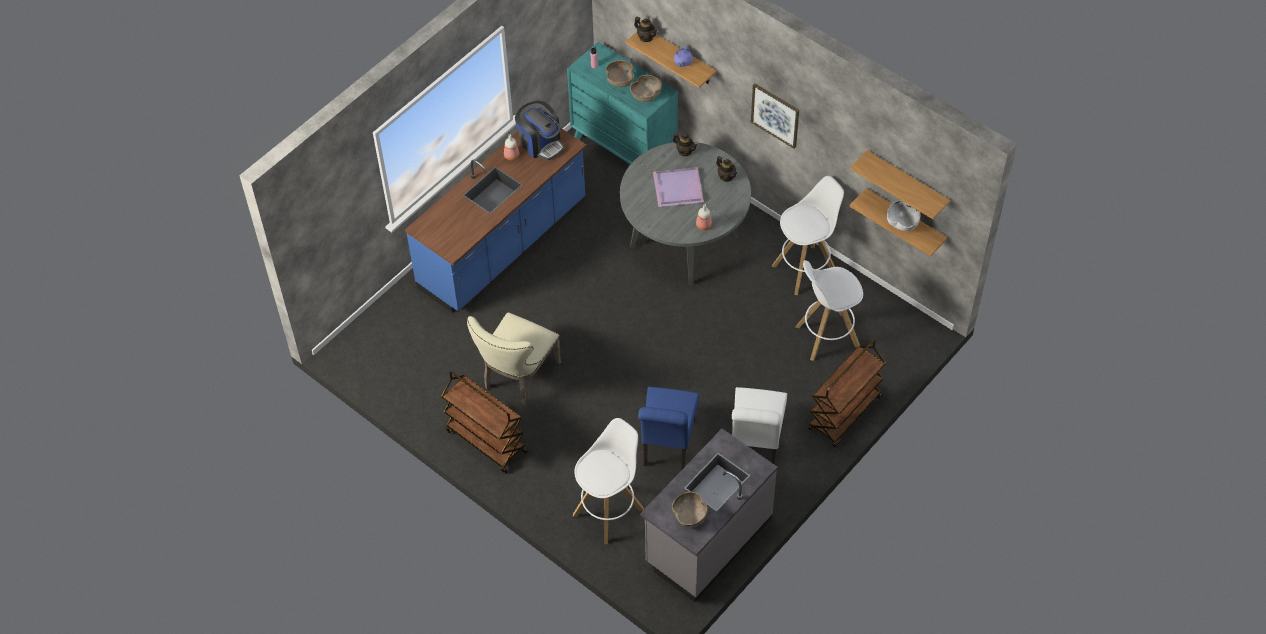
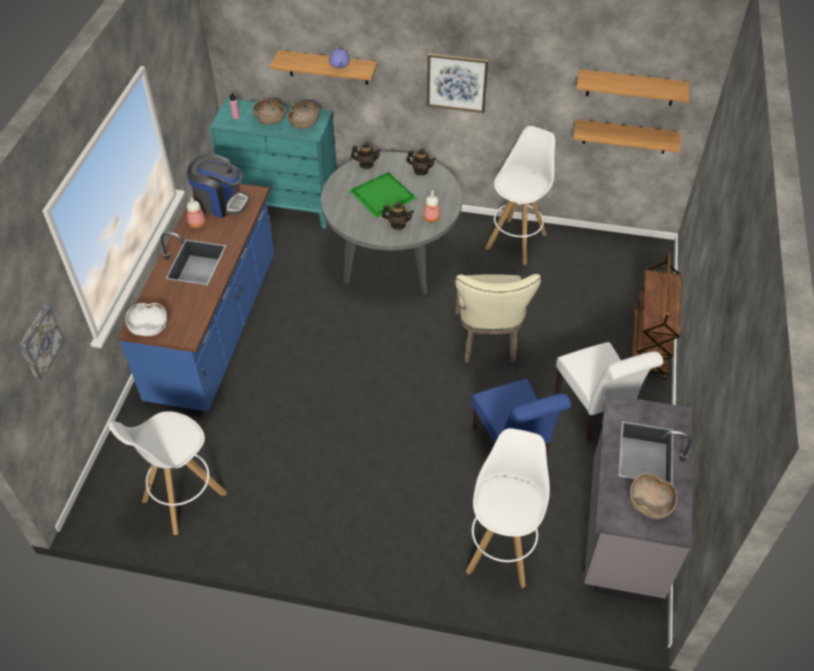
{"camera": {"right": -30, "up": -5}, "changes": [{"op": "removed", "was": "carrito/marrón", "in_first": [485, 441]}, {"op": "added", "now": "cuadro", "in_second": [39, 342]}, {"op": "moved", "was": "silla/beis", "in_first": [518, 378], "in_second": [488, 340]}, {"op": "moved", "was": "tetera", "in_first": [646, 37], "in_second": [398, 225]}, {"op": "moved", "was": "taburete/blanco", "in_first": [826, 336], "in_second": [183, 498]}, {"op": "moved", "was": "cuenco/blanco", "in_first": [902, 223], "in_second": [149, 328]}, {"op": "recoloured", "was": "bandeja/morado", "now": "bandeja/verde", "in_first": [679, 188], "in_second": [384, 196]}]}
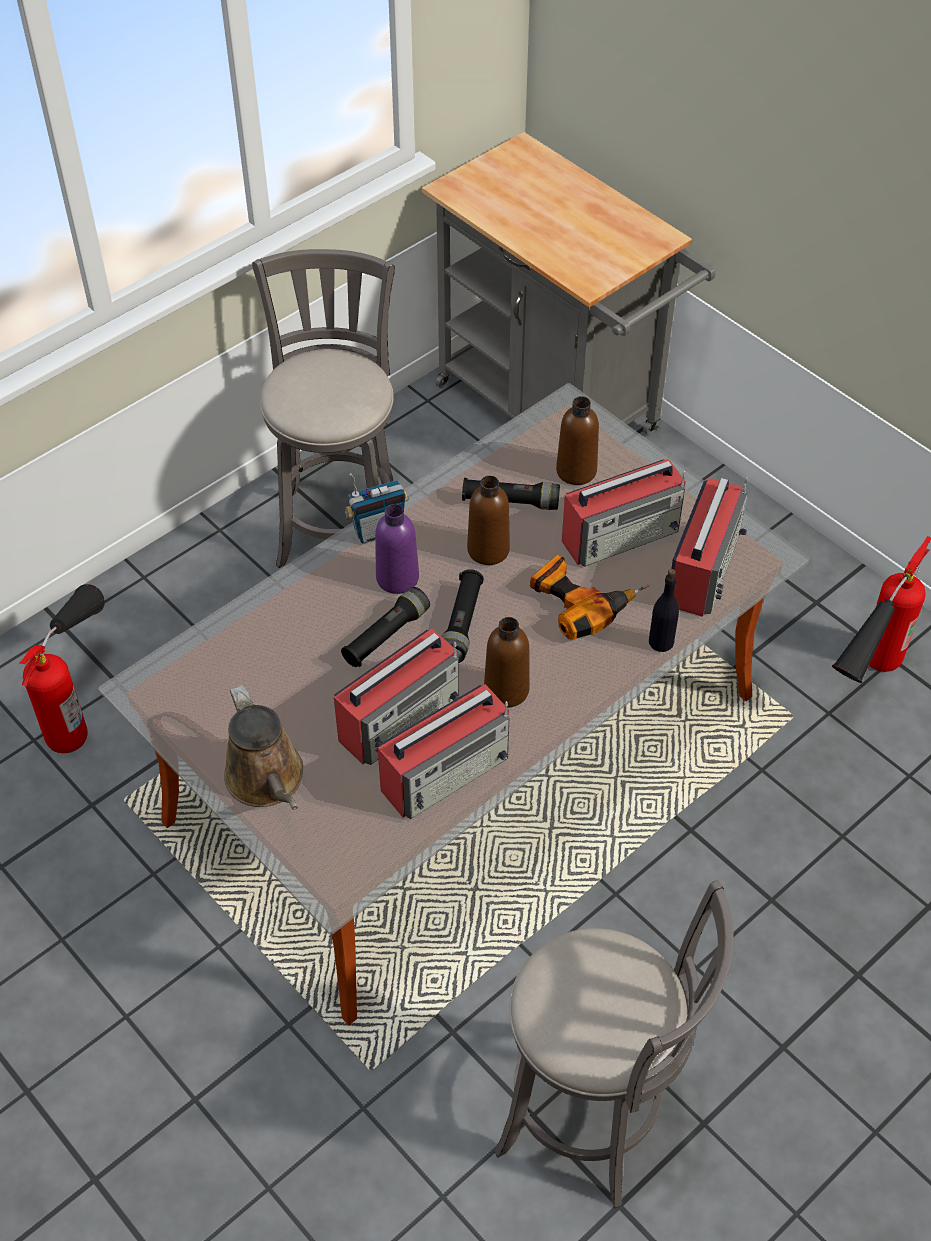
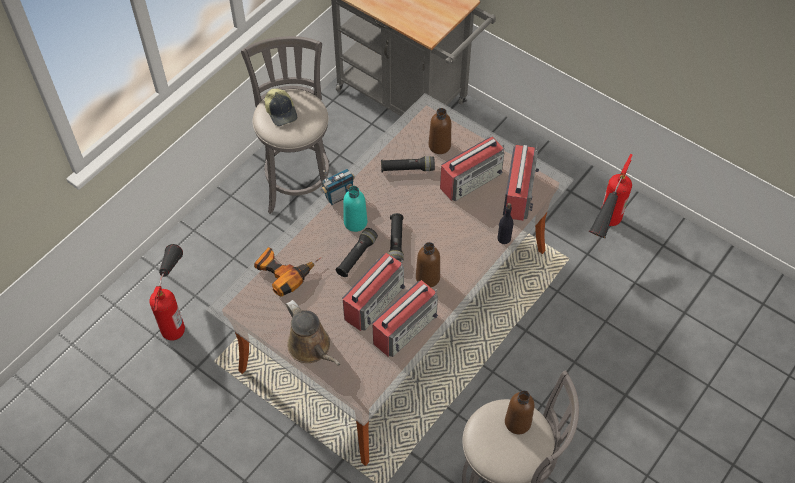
{"camera": {"right": -10, "up": 5}, "changes": [{"op": "added", "now": "gorra", "in_second": [281, 112]}, {"op": "moved", "was": "botella/marrón", "in_first": [488, 550], "in_second": [517, 422]}, {"op": "moved", "was": "taladro", "in_first": [581, 600], "in_second": [284, 271]}, {"op": "recoloured", "was": "botella/morado", "now": "botella/turquesa", "in_first": [397, 578], "in_second": [355, 222]}]}
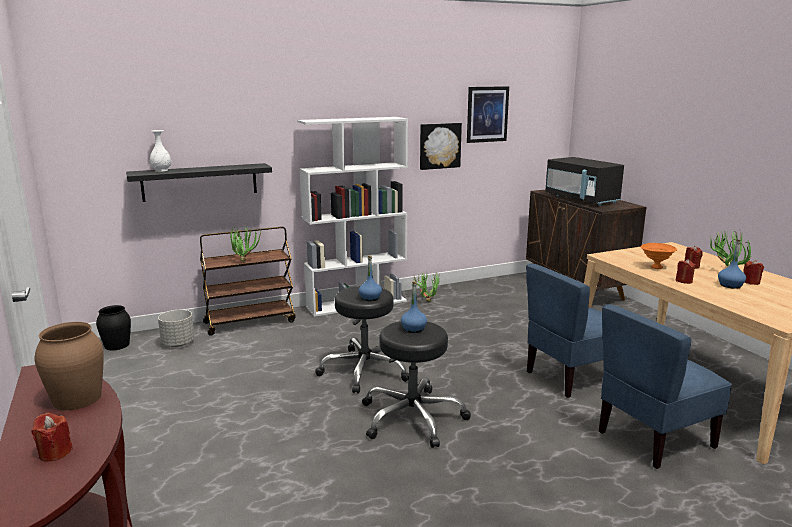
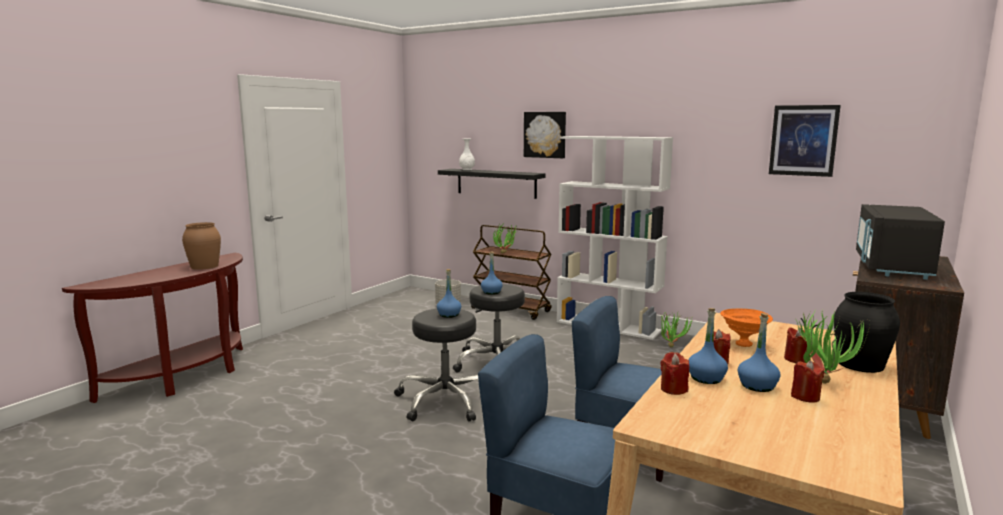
{"camera": {"right": 55, "up": -5}, "changes": [{"op": "added", "now": "botella/azul", "in_second": [706, 378]}, {"op": "moved", "was": "vela/rojo", "in_first": [55, 453], "in_second": [673, 389]}, {"op": "moved", "was": "florero/negro", "in_first": [117, 345], "in_second": [860, 364]}, {"op": "moved", "was": "cuadro", "in_first": [439, 145], "in_second": [545, 134]}]}
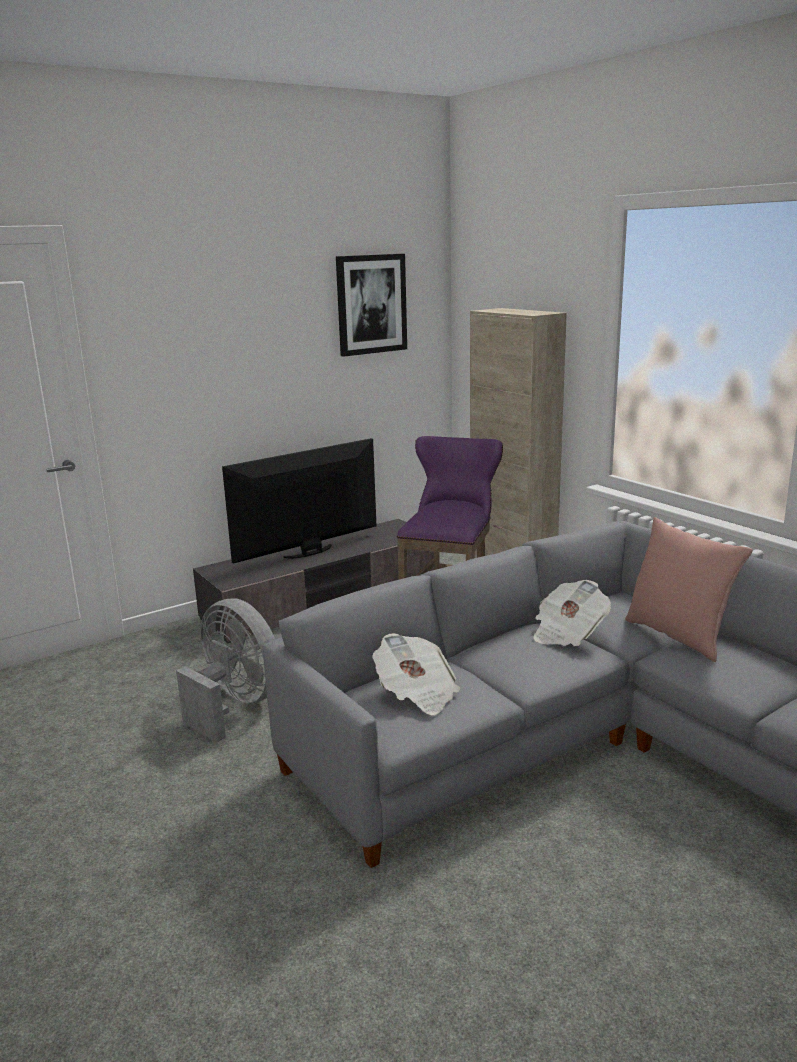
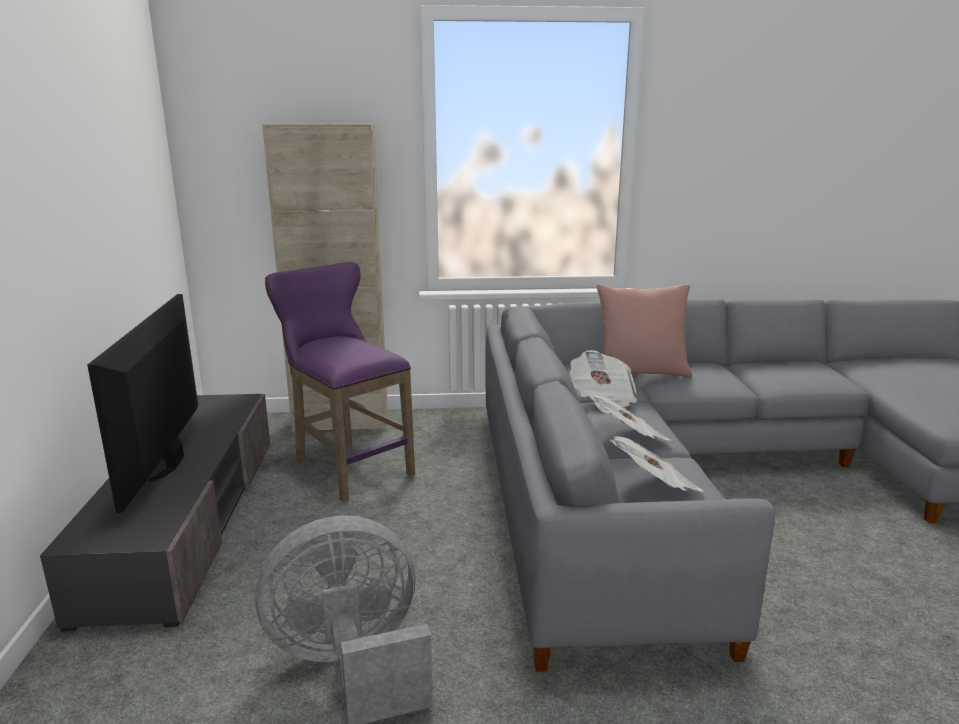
{"camera": {"right": -60, "up": 0}, "changes": [{"op": "removed", "was": "cuadro", "in_first": [371, 304]}, {"op": "added", "now": "periódico", "in_second": [628, 437]}]}
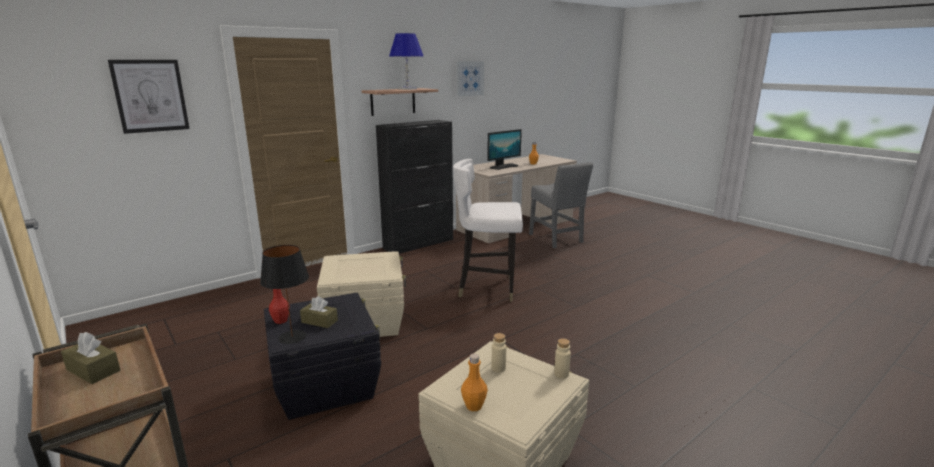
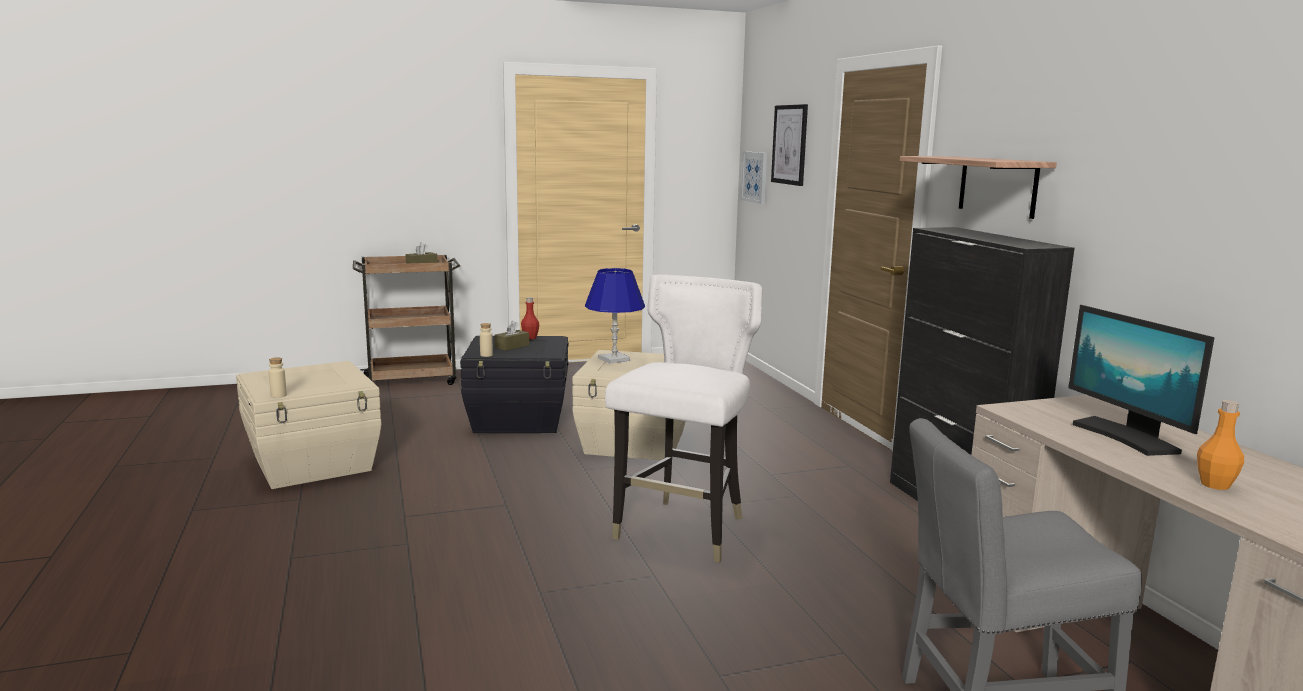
{"camera": {"right": 110, "up": -5}, "changes": [{"op": "removed", "was": "lámpara de mesa/negro", "in_first": [291, 337]}, {"op": "removed", "was": "botella/naranja", "in_first": [474, 406]}, {"op": "moved", "was": "lámpara de mesa/azul", "in_first": [407, 89], "in_second": [614, 359]}, {"op": "moved", "was": "cuadro", "in_first": [469, 78], "in_second": [755, 177]}, {"op": "moved", "was": "botella/beis", "in_first": [498, 368], "in_second": [486, 355]}]}
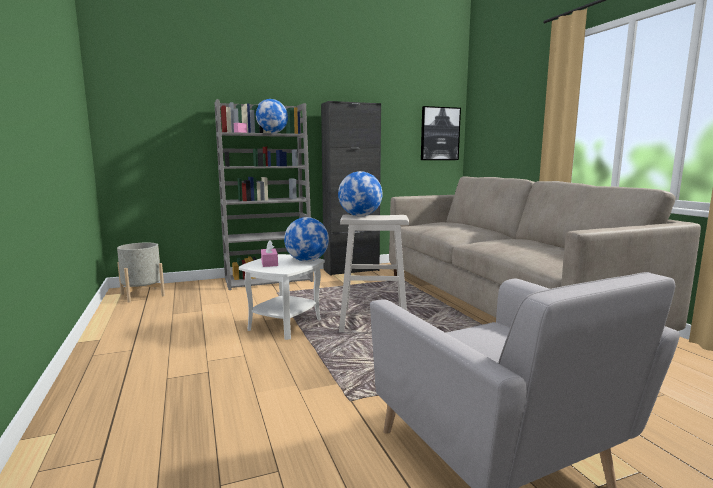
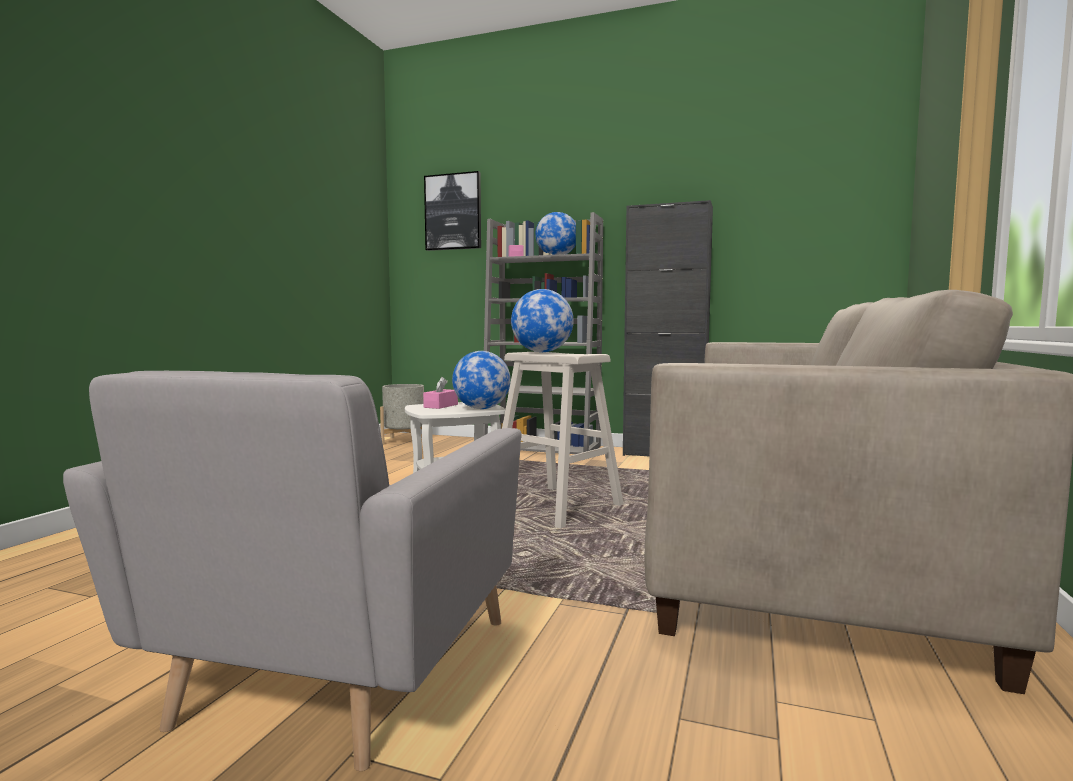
{"camera": {"right": 40, "up": -5}, "changes": [{"op": "moved", "was": "cuadro", "in_first": [439, 134], "in_second": [453, 212]}]}
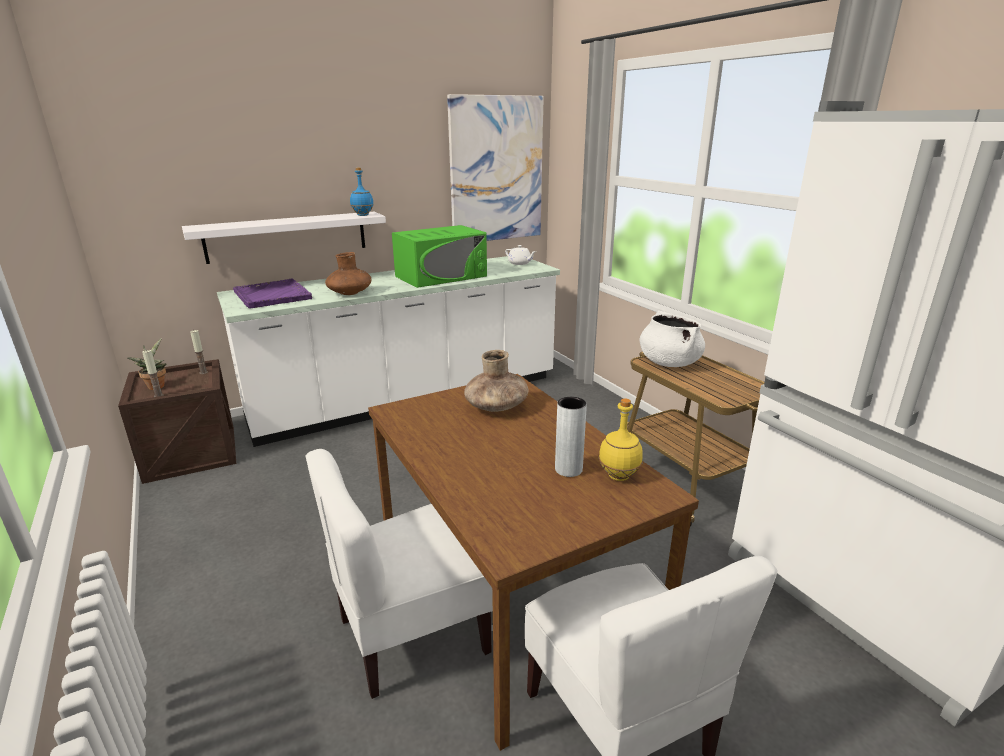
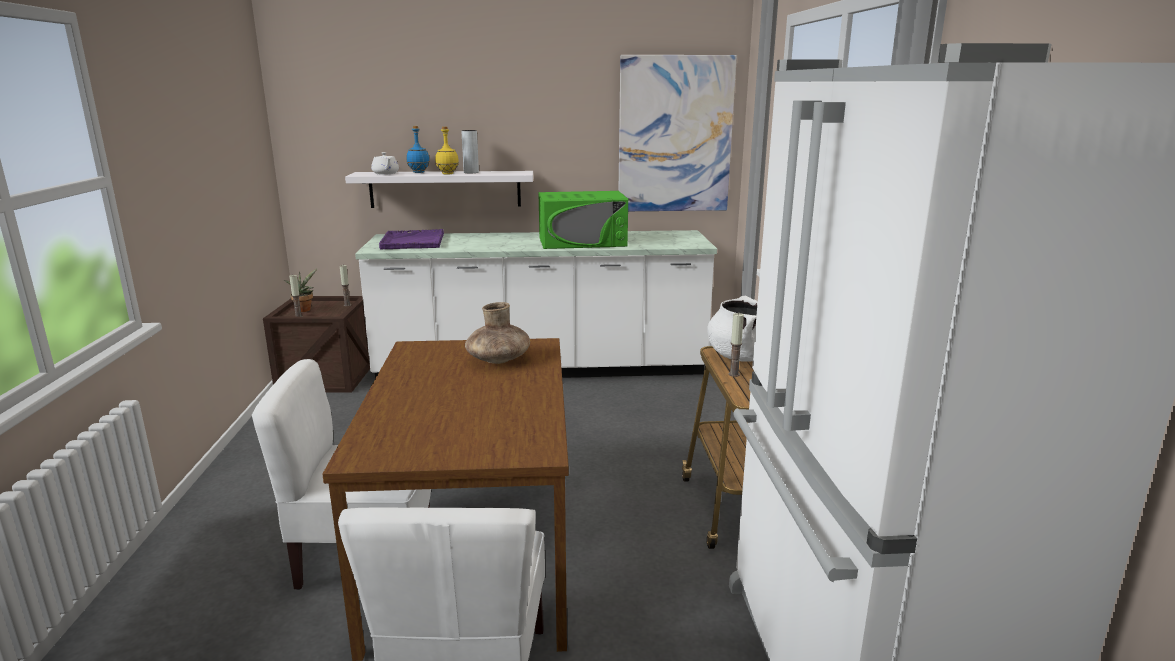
{"camera": {"right": 25, "up": -5}, "changes": [{"op": "removed", "was": "florero/marrón", "in_first": [350, 293]}, {"op": "added", "now": "vela", "in_second": [734, 374]}, {"op": "moved", "was": "botella/azul", "in_first": [363, 215], "in_second": [419, 172]}, {"op": "moved", "was": "tetera/blanco", "in_first": [520, 263], "in_second": [385, 173]}, {"op": "moved", "was": "florero/gris", "in_first": [568, 469], "in_second": [471, 172]}, {"op": "moved", "was": "botella/amarillo", "in_first": [619, 476], "in_second": [447, 174]}]}
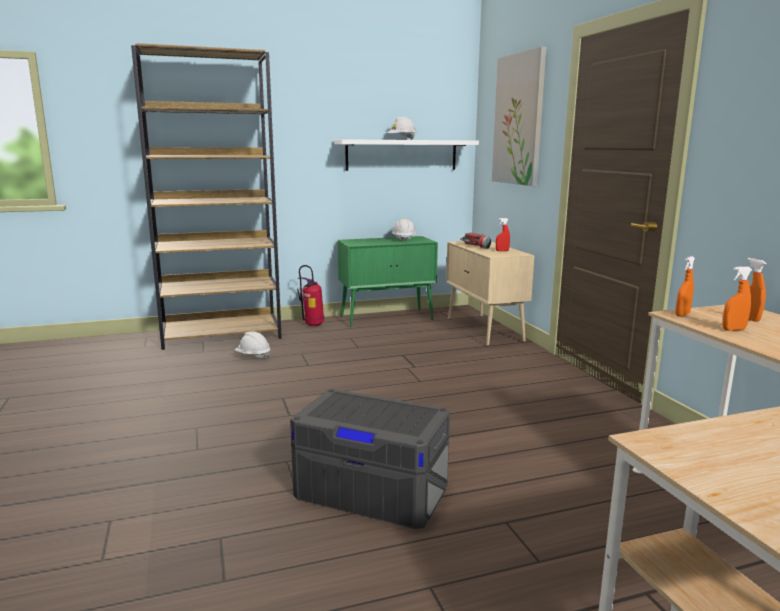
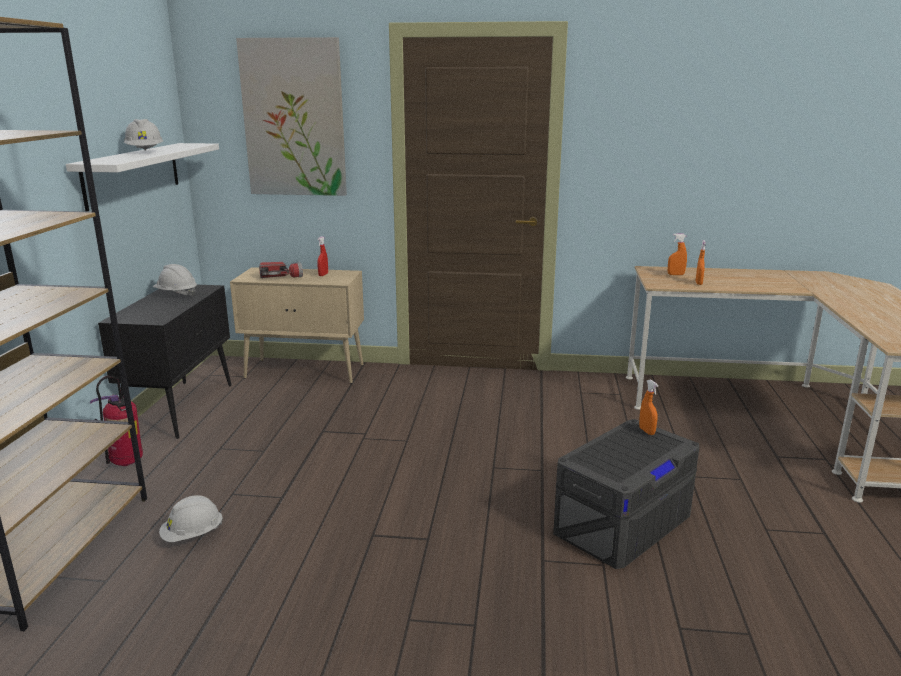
{"camera": {"right": -65, "up": 5}, "changes": [{"op": "moved", "was": "pulverizador/naranja", "in_first": [682, 315], "in_second": [647, 431]}, {"op": "recoloured", "was": "armario/verde", "now": "armario/negro", "in_first": [387, 318], "in_second": [181, 408]}]}
